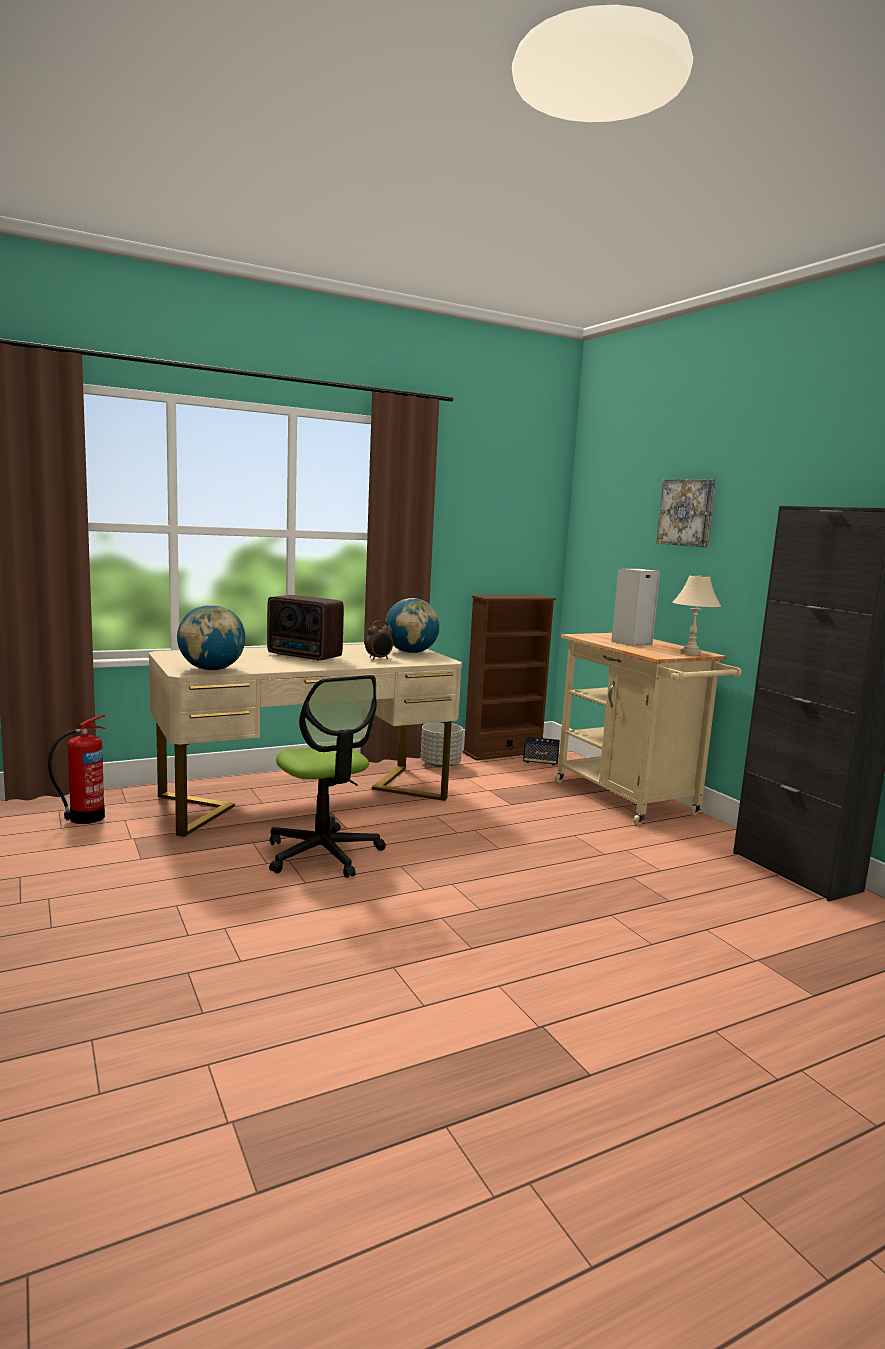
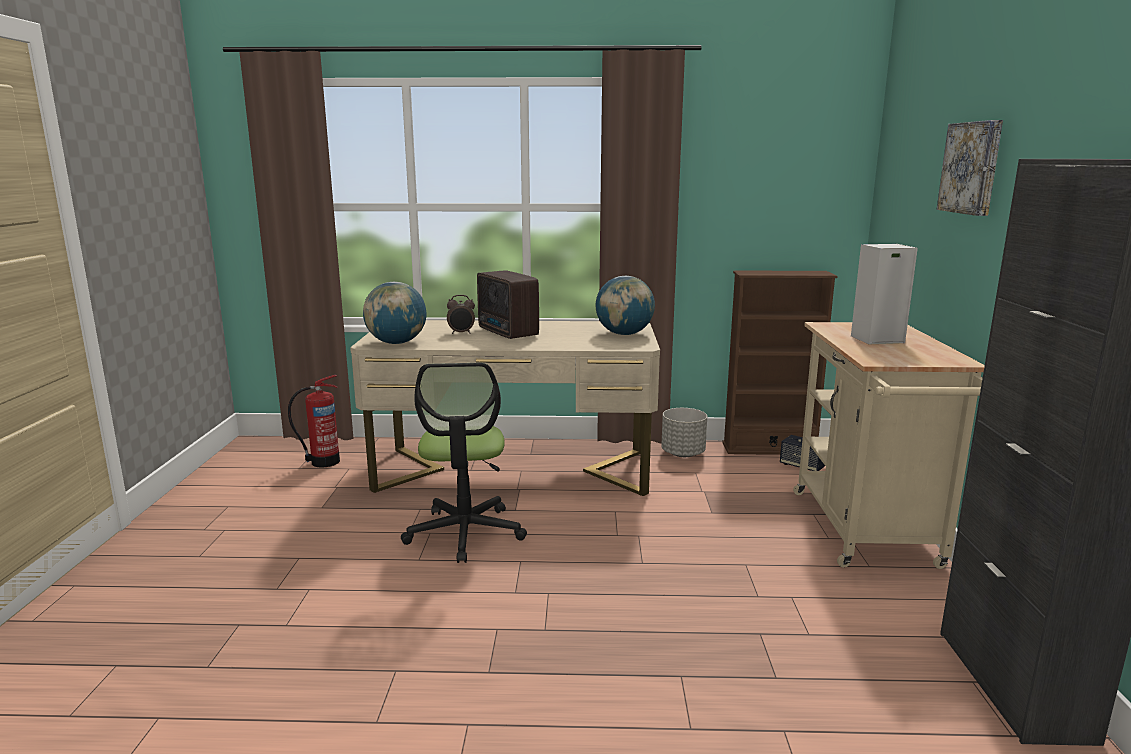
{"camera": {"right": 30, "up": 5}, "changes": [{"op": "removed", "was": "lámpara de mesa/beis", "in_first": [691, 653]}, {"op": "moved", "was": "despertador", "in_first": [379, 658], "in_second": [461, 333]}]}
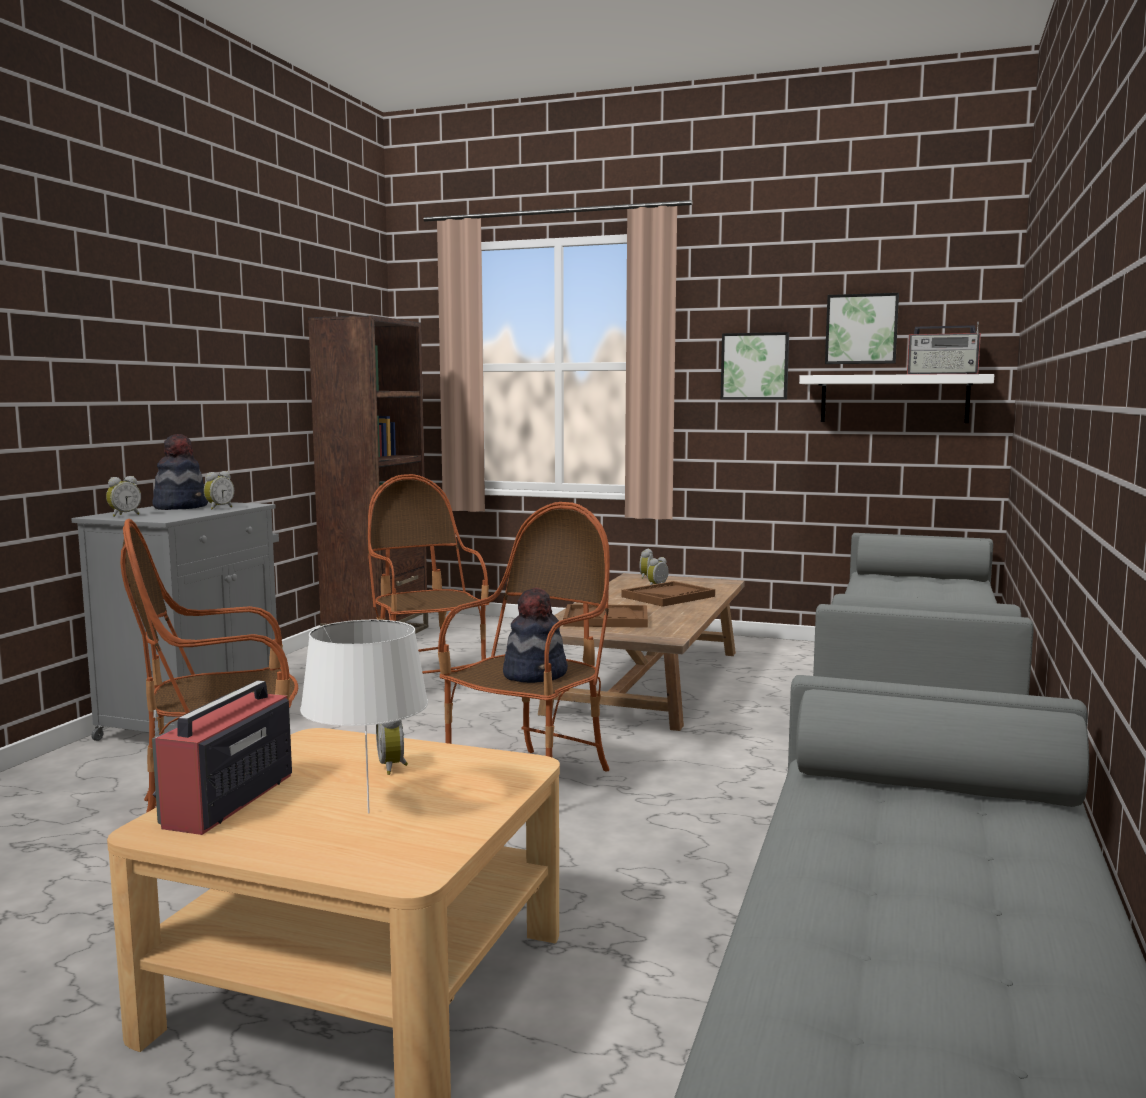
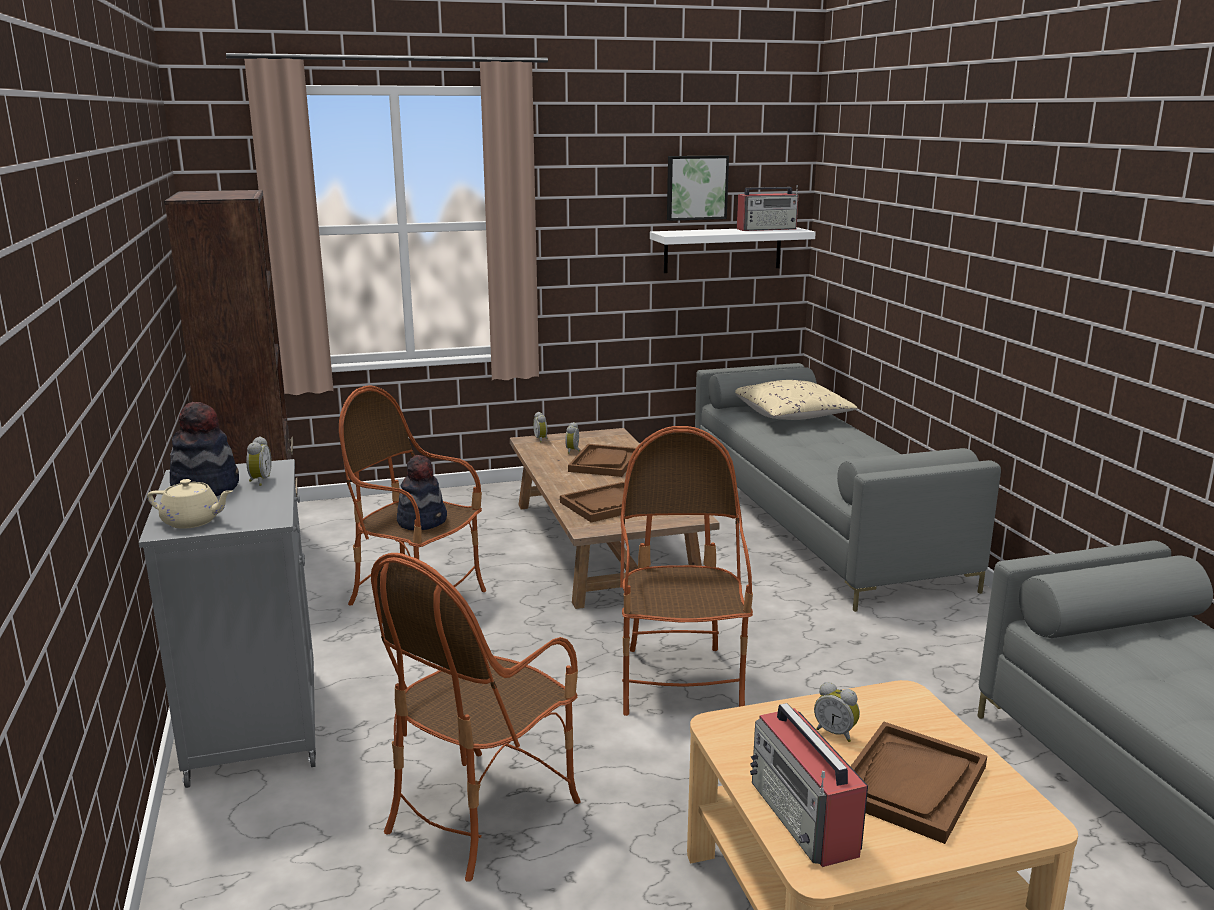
{"camera": {"right": -35, "up": 10}, "changes": [{"op": "removed", "was": "cuadro", "in_first": [755, 366]}, {"op": "added", "now": "cojín/beis", "in_second": [791, 415]}, {"op": "moved", "was": "sombrero", "in_first": [536, 675], "in_second": [422, 521]}, {"op": "replaced", "was": "despertador", "now": "tetera/beis", "in_first": [124, 515], "in_second": [193, 521]}, {"op": "replaced", "was": "lámpara de mesa/blanco", "now": "bandeja/marrón", "in_first": [366, 813], "in_second": [911, 784]}]}
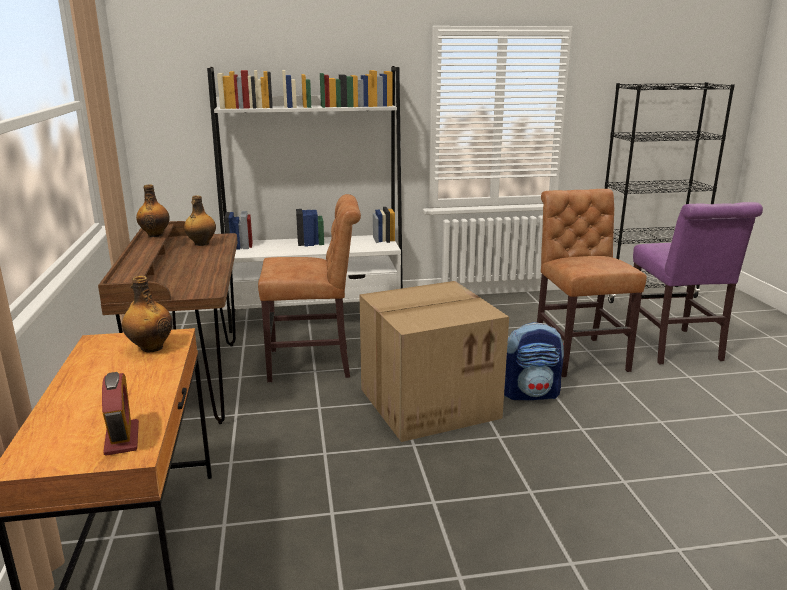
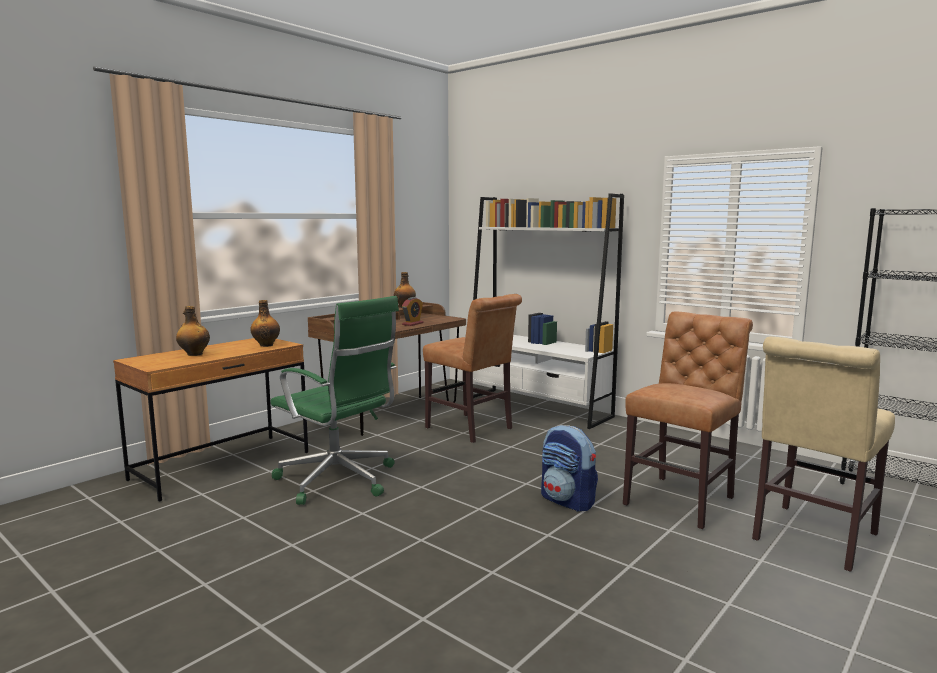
{"camera": {"right": 50, "up": -10}, "changes": [{"op": "removed", "was": "caja de cartón", "in_first": [429, 402]}, {"op": "added", "now": "silla de oficina/verde", "in_second": [339, 481]}, {"op": "moved", "was": "despertador", "in_first": [122, 439], "in_second": [412, 324]}, {"op": "moved", "was": "botella", "in_first": [201, 244], "in_second": [194, 354]}, {"op": "recoloured", "was": "silla/morado", "now": "silla/beis", "in_first": [674, 349], "in_second": [811, 539]}]}
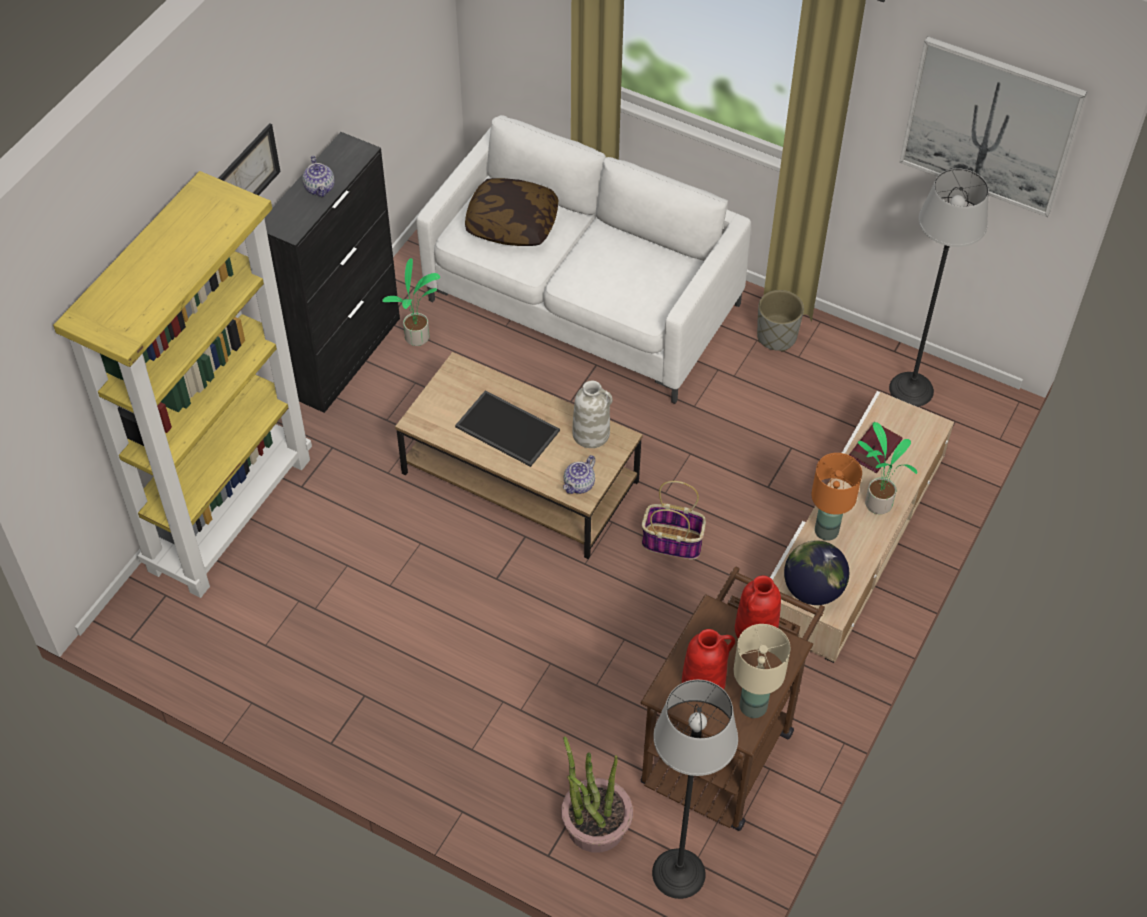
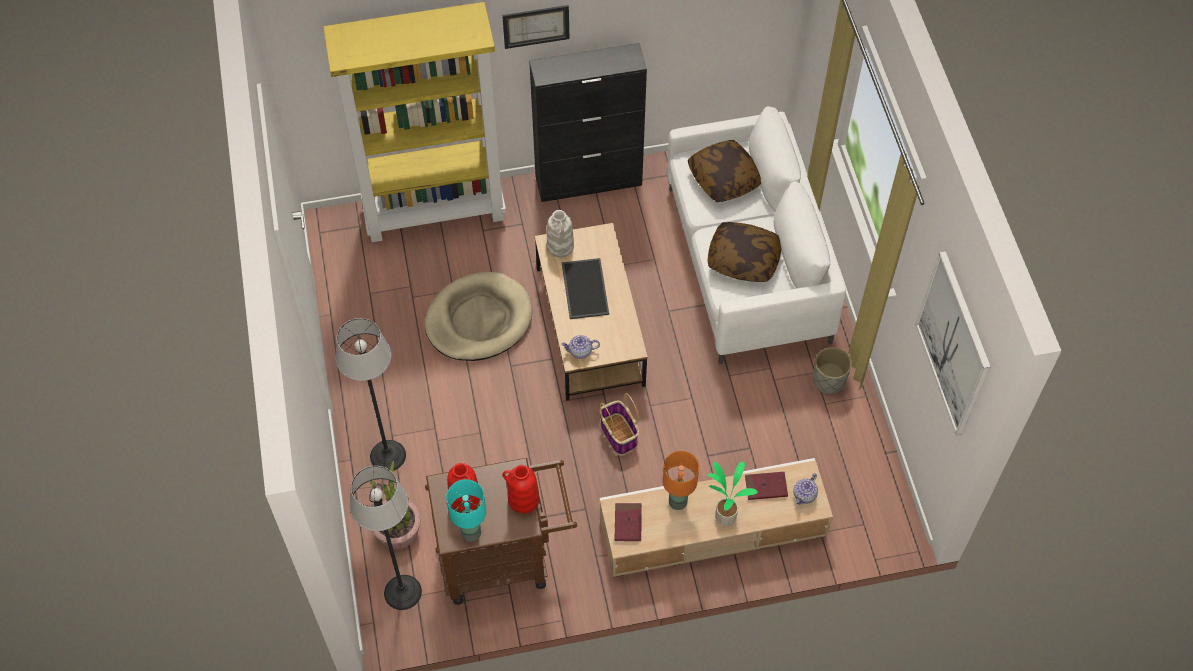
{"camera": {"right": 50, "up": 5}, "changes": [{"op": "removed", "was": "planta en maceta", "in_first": [418, 338]}, {"op": "added", "now": "cama para perro/beis", "in_second": [478, 320]}, {"op": "added", "now": "cojín", "in_second": [743, 259]}, {"op": "moved", "was": "tetera", "in_first": [320, 188], "in_second": [804, 495]}, {"op": "moved", "was": "florero/blanco", "in_first": [592, 434], "in_second": [560, 247]}, {"op": "moved", "was": "lámpara de pie", "in_first": [911, 389], "in_second": [388, 456]}, {"op": "replaced", "was": "globo terráqueo", "now": "libro/rojo", "in_first": [813, 589], "in_second": [628, 523]}, {"op": "recoloured", "was": "lámpara de mesa/beis", "now": "lámpara de mesa/turquesa", "in_first": [752, 706], "in_second": [471, 532]}]}
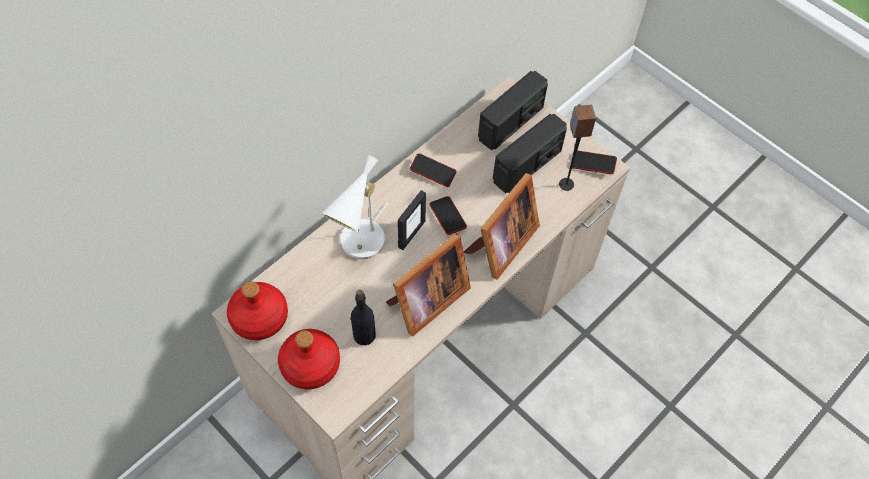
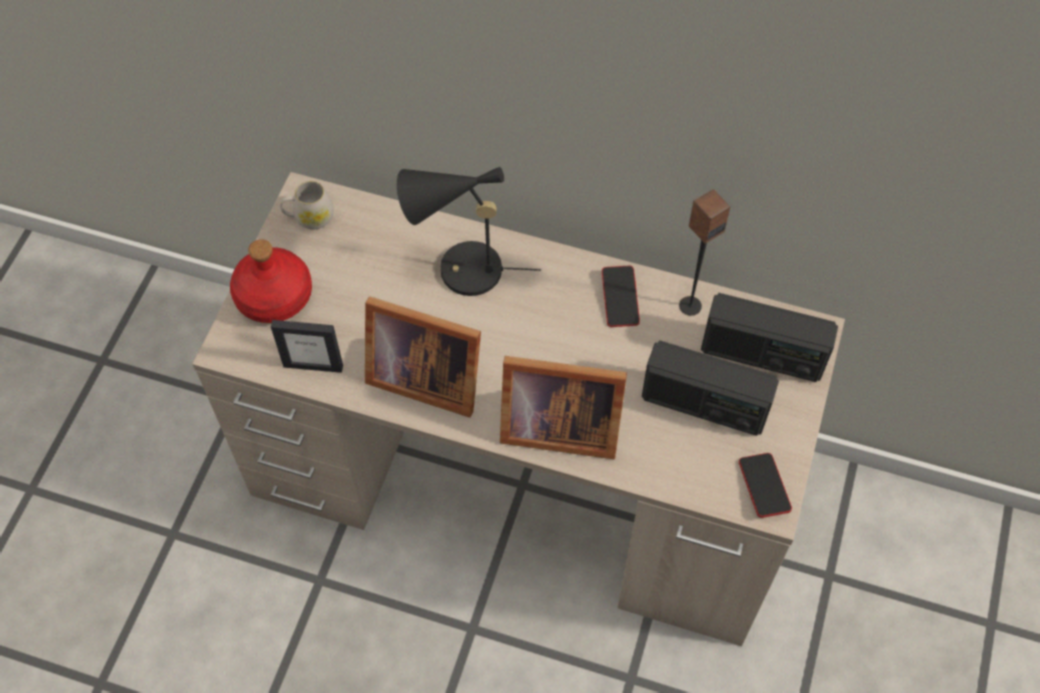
{"camera": {"right": 65, "up": 0}, "changes": [{"op": "removed", "was": "botella/negro", "in_first": [364, 335]}, {"op": "removed", "was": "móvil", "in_first": [447, 217]}, {"op": "moved", "was": "portarretratos", "in_first": [411, 234], "in_second": [313, 365]}, {"op": "moved", "was": "altavoz", "in_first": [566, 184], "in_second": [690, 305]}, {"op": "replaced", "was": "botella/rojo", "now": "taza grande/blanco", "in_first": [259, 317], "in_second": [309, 217]}, {"op": "recoloured", "was": "lámpara de mesa/blanco", "now": "lámpara de mesa/negro", "in_first": [360, 246], "in_second": [460, 271]}]}
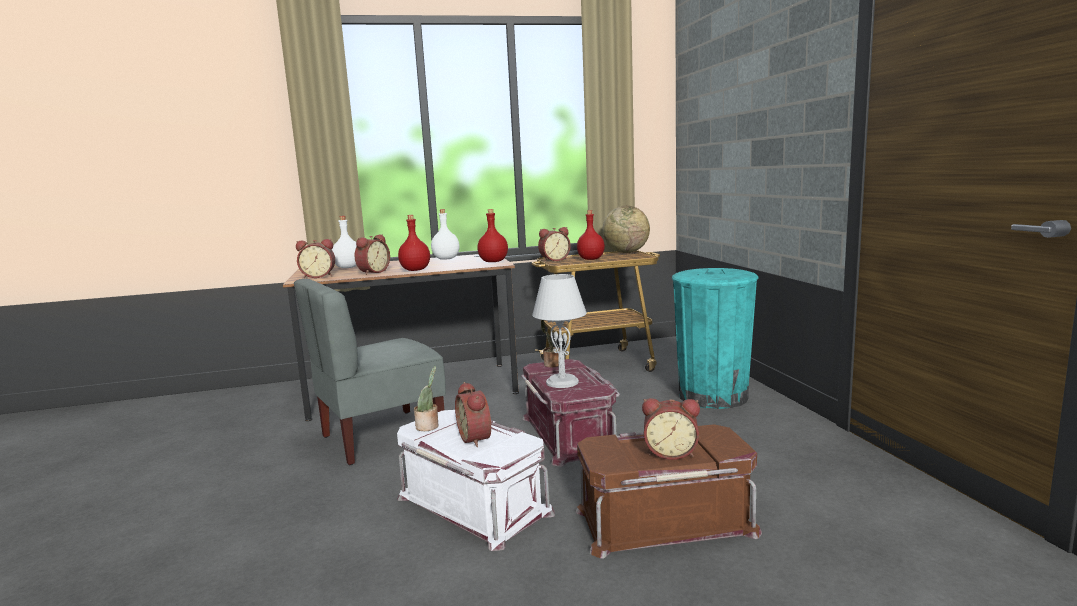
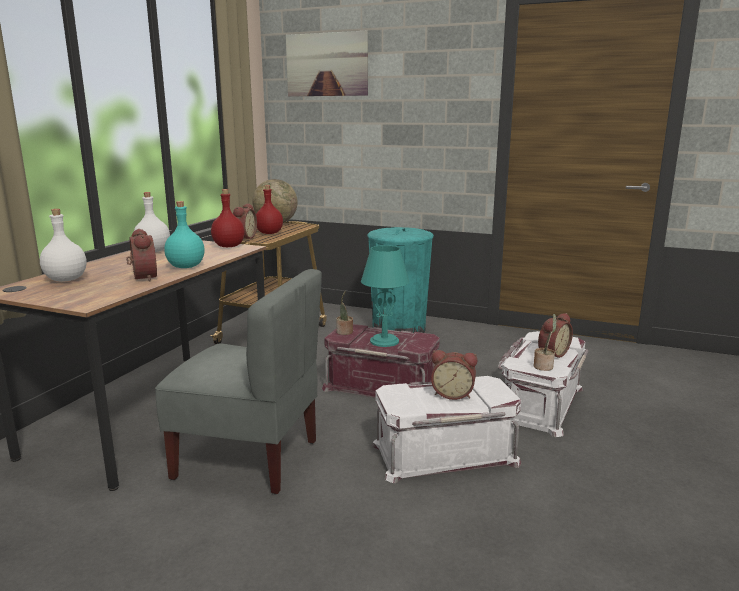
{"camera": {"right": -55, "up": 5}, "changes": [{"op": "removed", "was": "despertador", "in_first": [318, 276]}, {"op": "added", "now": "cuadro", "in_second": [327, 65]}, {"op": "moved", "was": "planta en maceta", "in_first": [428, 427], "in_second": [544, 366]}, {"op": "recoloured", "was": "botella/rojo", "now": "botella/turquesa", "in_first": [415, 270], "in_second": [185, 266]}, {"op": "recoloured", "was": "lámpara de mesa/gris", "now": "lámpara de mesa/turquesa", "in_first": [562, 382], "in_second": [384, 341]}, {"op": "recoloured", "was": "caja de almacenaje/marrón", "now": "caja de almacenaje/blanco", "in_first": [664, 520], "in_second": [539, 403]}, {"op": "turned", "was": "silla/gris", "in_first": [381, 437], "in_second": [249, 458], "clockwise": -75}]}
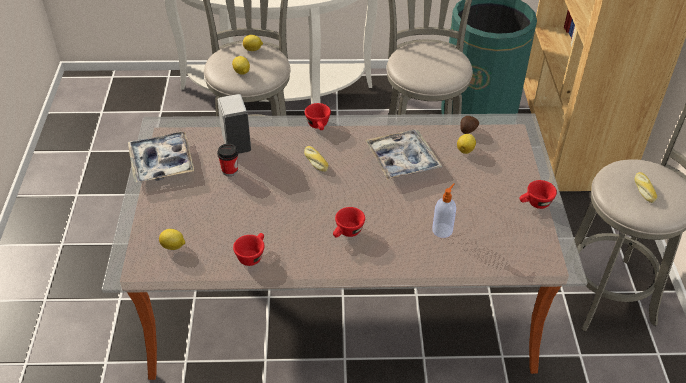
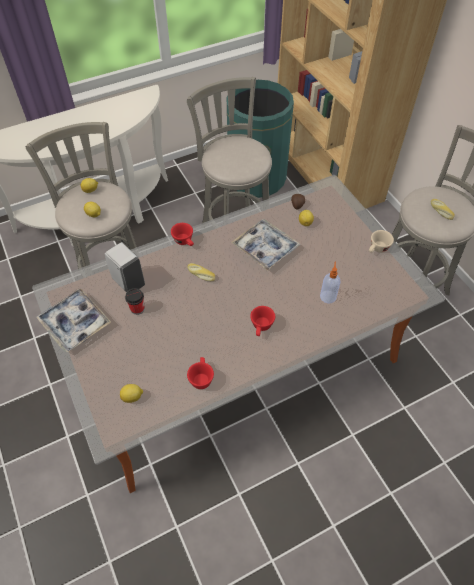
{"camera": {"right": -25, "up": 10}, "changes": [{"op": "recoloured", "was": "taza/rojo", "now": "taza/beis", "in_first": [535, 204], "in_second": [377, 249]}]}
